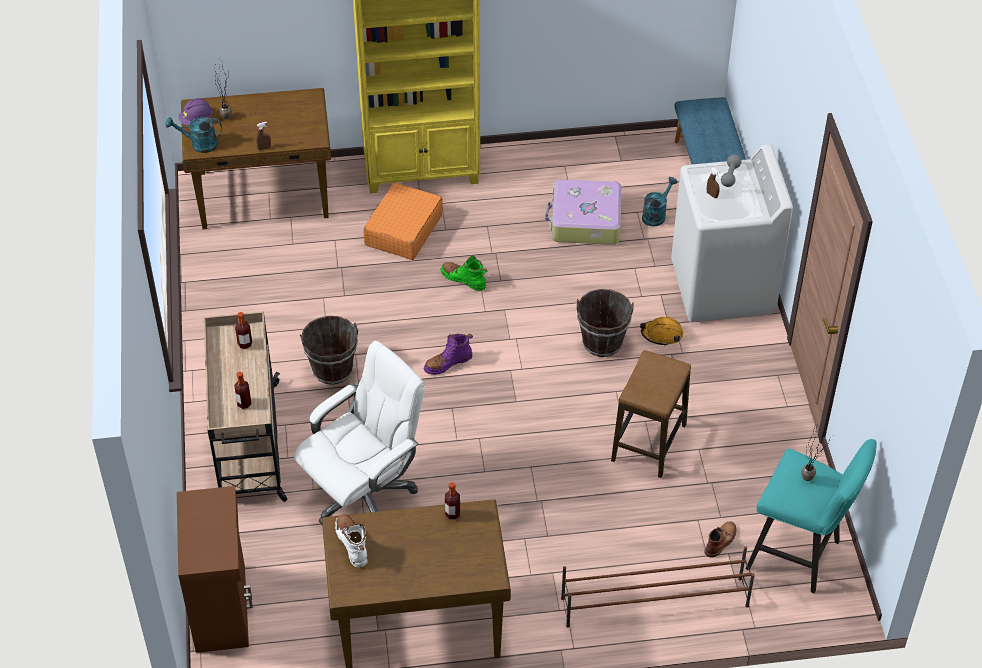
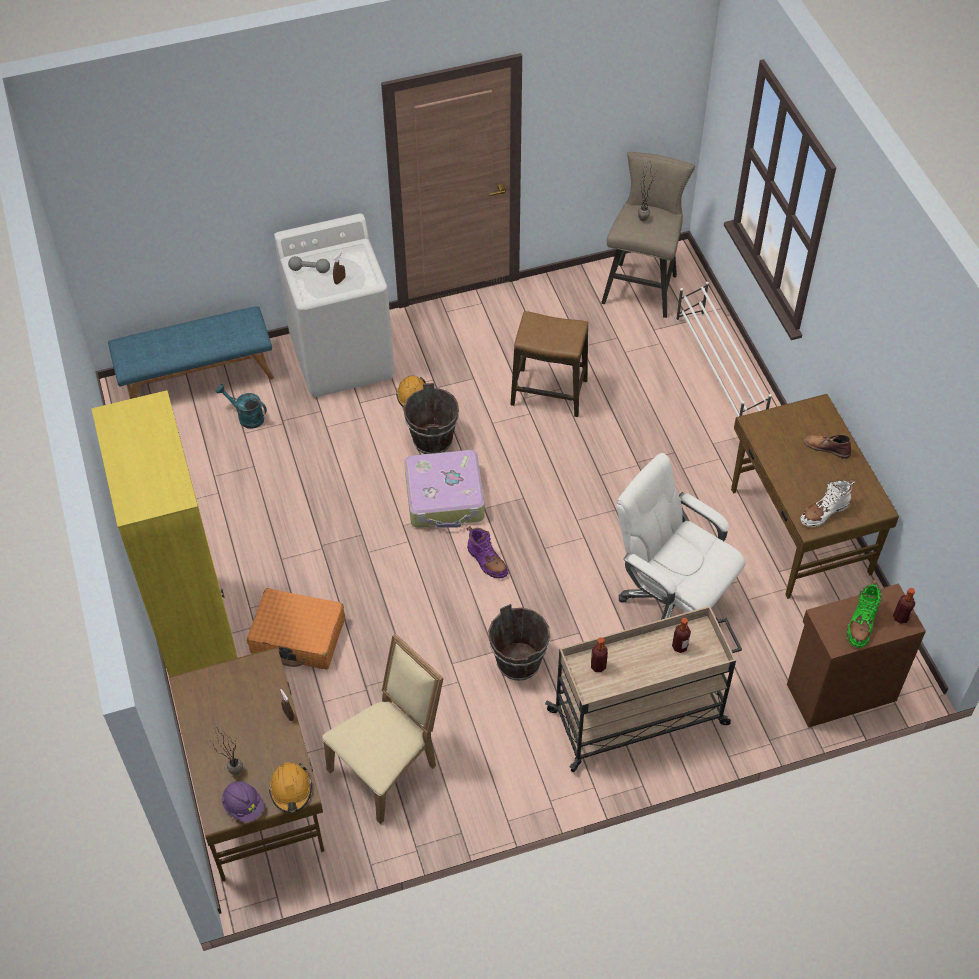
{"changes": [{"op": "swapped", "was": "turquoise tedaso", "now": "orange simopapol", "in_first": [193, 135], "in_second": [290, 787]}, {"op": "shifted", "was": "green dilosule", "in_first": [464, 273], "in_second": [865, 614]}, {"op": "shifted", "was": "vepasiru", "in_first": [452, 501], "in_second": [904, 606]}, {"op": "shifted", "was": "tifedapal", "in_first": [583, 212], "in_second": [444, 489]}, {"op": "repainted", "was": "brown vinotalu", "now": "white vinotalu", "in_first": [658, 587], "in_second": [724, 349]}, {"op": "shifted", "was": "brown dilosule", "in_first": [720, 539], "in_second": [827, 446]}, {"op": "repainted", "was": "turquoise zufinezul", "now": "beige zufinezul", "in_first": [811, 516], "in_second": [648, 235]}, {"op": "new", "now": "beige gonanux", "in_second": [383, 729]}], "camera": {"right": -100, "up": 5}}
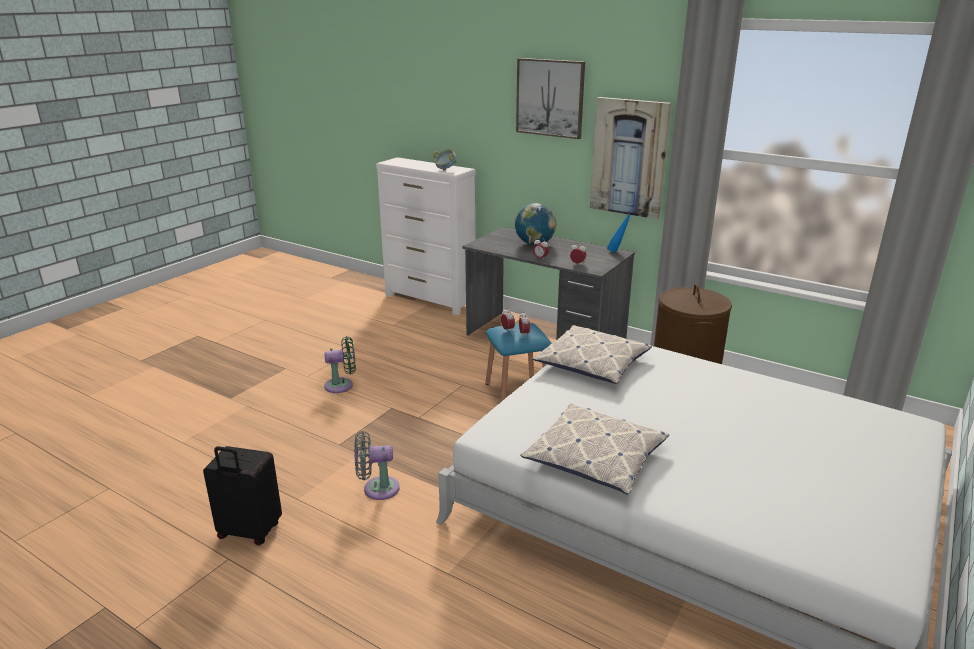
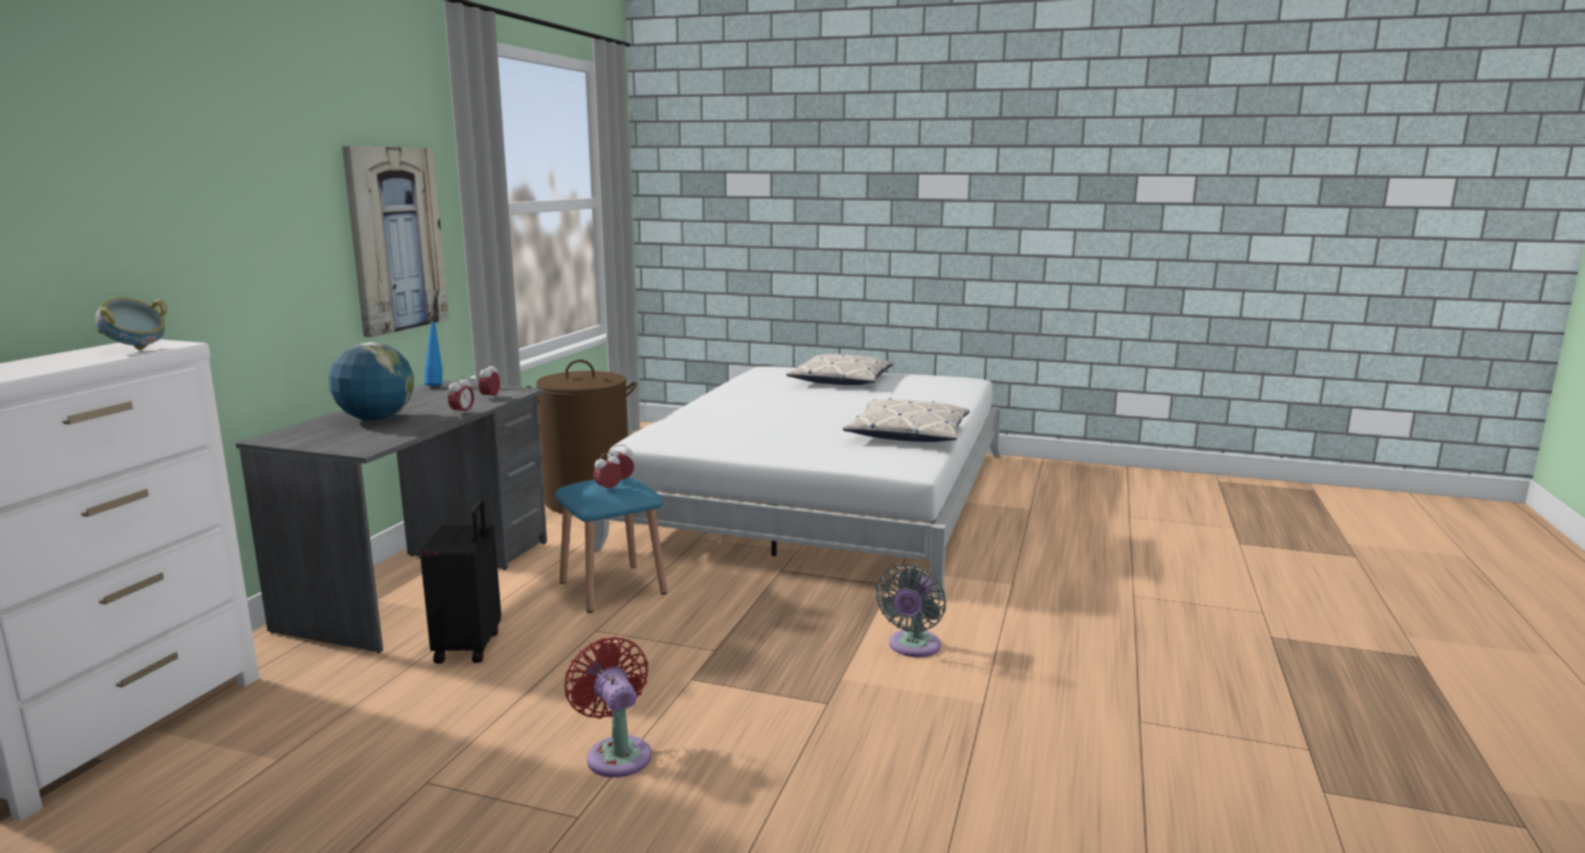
{"changes": [{"op": "shifted", "was": "black tifedapal", "in_first": [242, 495], "in_second": [460, 581]}, {"op": "repainted", "was": "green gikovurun", "now": "red gikovurun", "in_first": [340, 364], "in_second": [608, 707]}, {"op": "rotated", "was": "grey gikovurun", "in_first": [377, 465], "in_second": [911, 610], "clockwise": 45}, {"op": "gone", "was": "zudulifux", "in_first": [550, 98]}, {"op": "shifted", "was": "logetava", "in_first": [592, 354], "in_second": [840, 369]}], "camera": {"right": -105, "up": -10}}
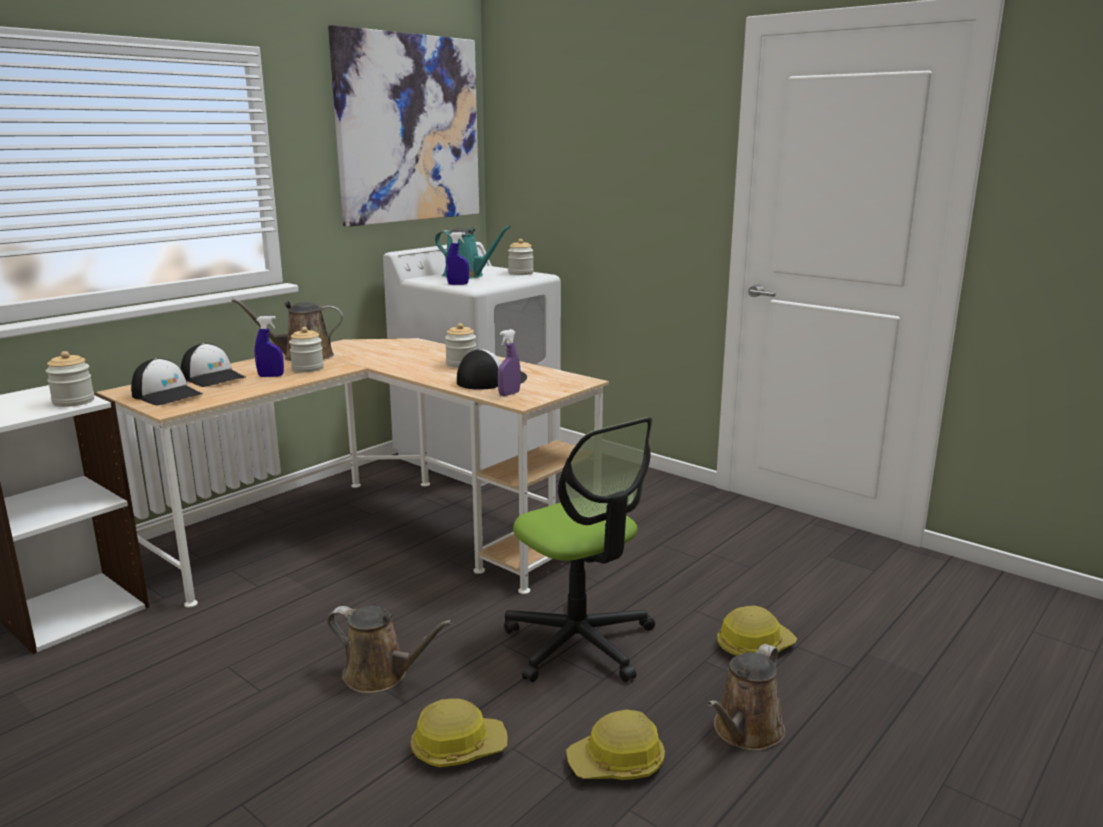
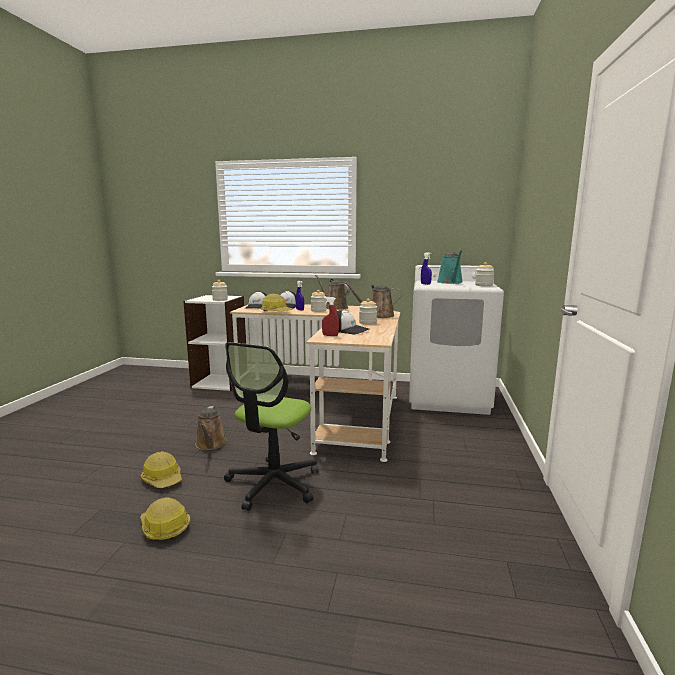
{"changes": [{"op": "gone", "was": "zudulifux", "in_first": [403, 126]}, {"op": "repainted", "was": "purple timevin", "now": "red timevin", "in_first": [509, 362], "in_second": [330, 316]}, {"op": "shifted", "was": "brown tedaso", "in_first": [746, 697], "in_second": [372, 300]}, {"op": "shifted", "was": "simopapol", "in_first": [757, 631], "in_second": [276, 302]}], "camera": {"right": 60, "up": -5}}
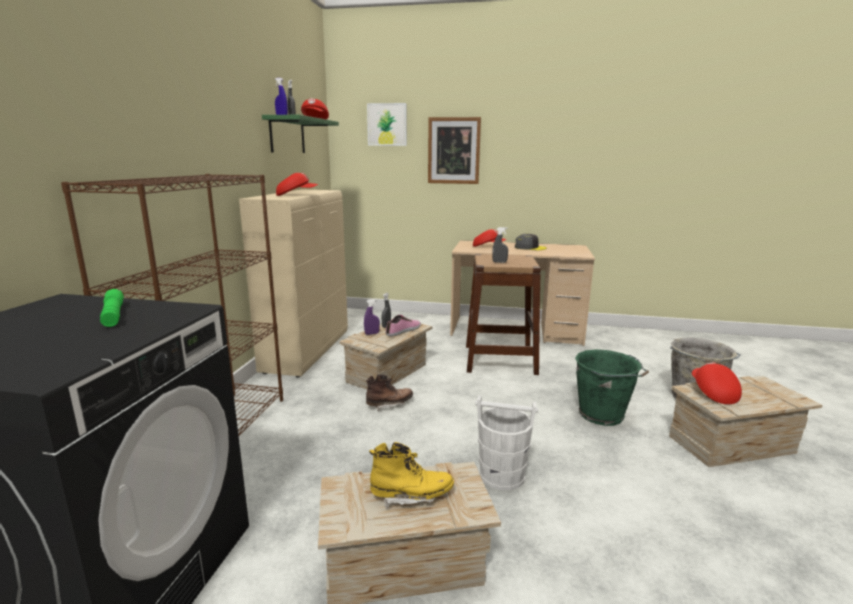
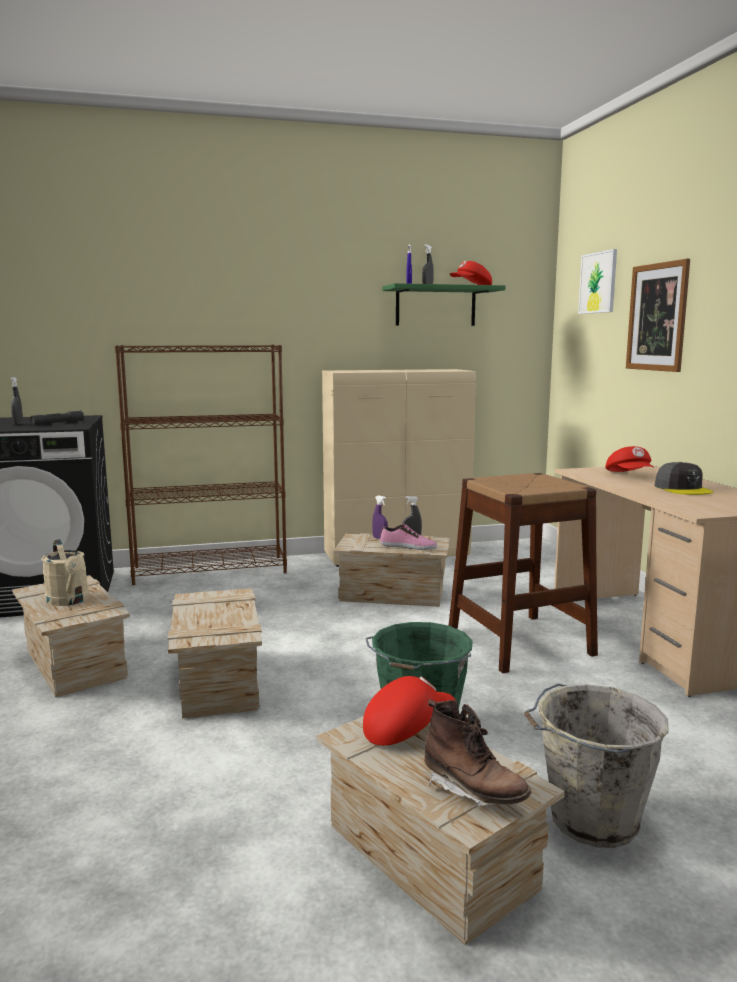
{"changes": [{"op": "repainted", "was": "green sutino", "now": "grey sutino", "in_first": [112, 308], "in_second": [57, 418]}, {"op": "gone", "was": "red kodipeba", "in_first": [297, 184]}, {"op": "shifted", "was": "brown dilosule", "in_first": [389, 393], "in_second": [477, 753]}, {"op": "swapped", "was": "yellow dilosule", "now": "beige tedaso", "in_first": [411, 475], "in_second": [65, 572]}, {"op": "swapped", "was": "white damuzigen", "now": "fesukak", "in_first": [506, 442], "in_second": [215, 653]}, {"op": "shifted", "was": "grey timevin", "in_first": [500, 245], "in_second": [16, 401]}], "camera": {"right": 65, "up": -5}}
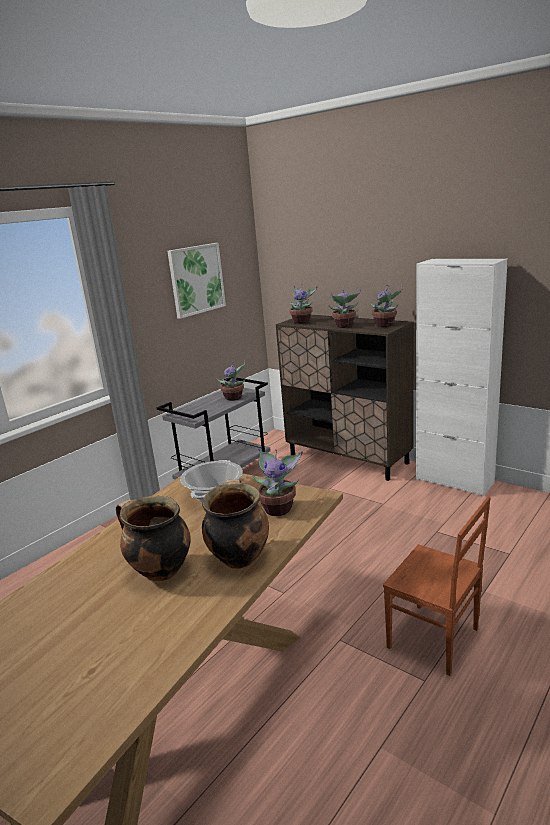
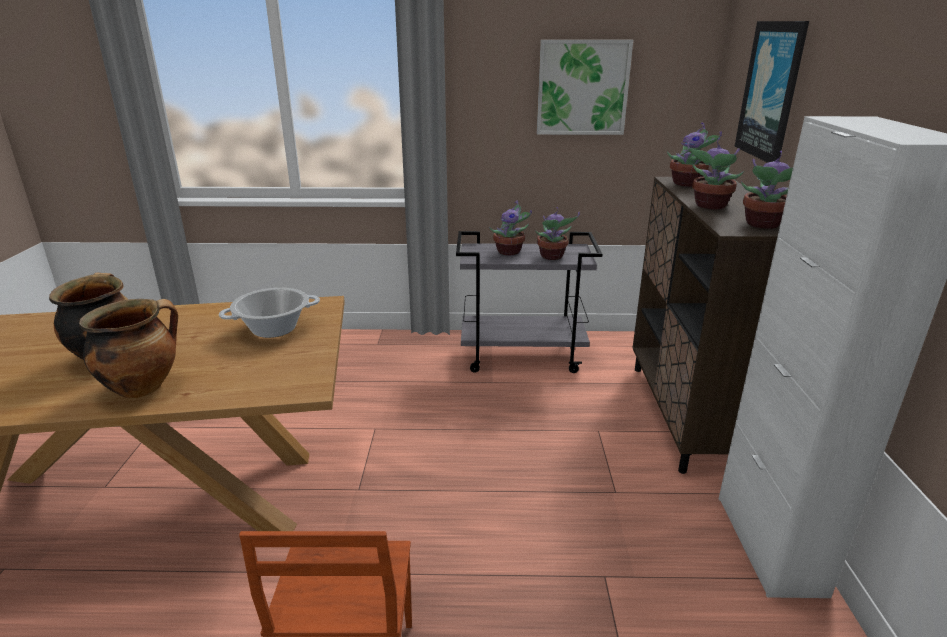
{"changes": [{"op": "shifted", "was": "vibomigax", "in_first": [277, 482], "in_second": [510, 227]}, {"op": "new", "now": "zudulifux", "in_second": [772, 92]}], "camera": {"right": 50, "up": 5}}
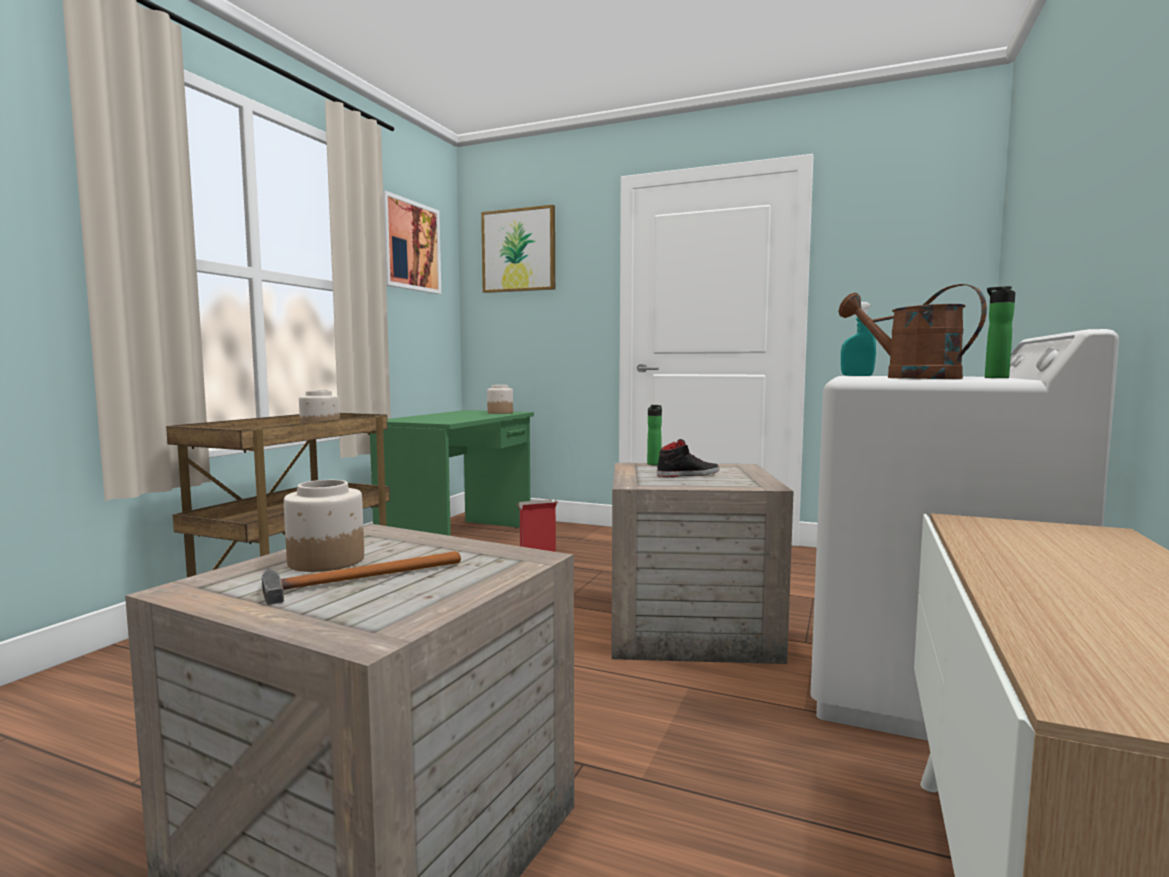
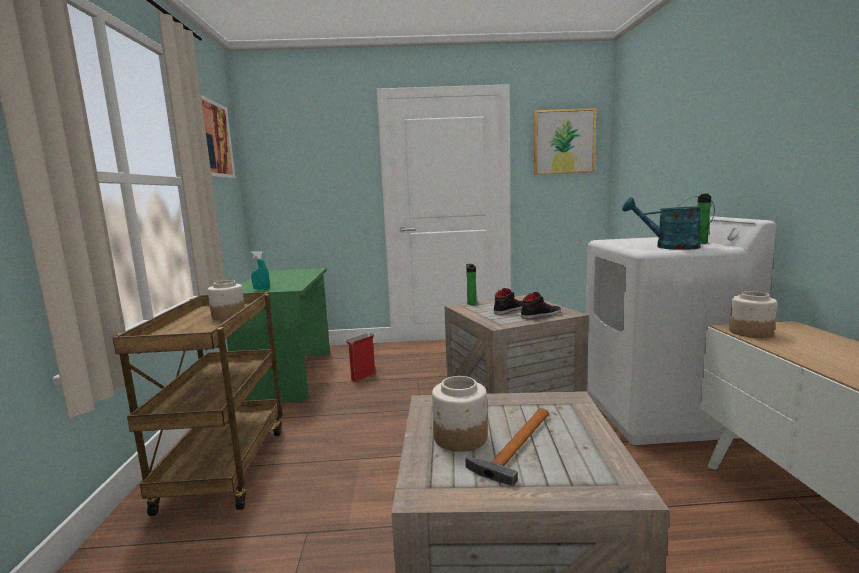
{"changes": [{"op": "shifted", "was": "zudulifux", "in_first": [518, 249], "in_second": [565, 141]}, {"op": "shifted", "was": "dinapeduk", "in_first": [500, 399], "in_second": [753, 314]}, {"op": "repainted", "was": "brown tedaso", "now": "turquoise tedaso", "in_first": [912, 331], "in_second": [668, 223]}, {"op": "shifted", "was": "turquoise timevin", "in_first": [858, 339], "in_second": [260, 270]}, {"op": "new", "now": "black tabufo", "in_second": [541, 305]}], "camera": {"right": -25, "up": 5}}
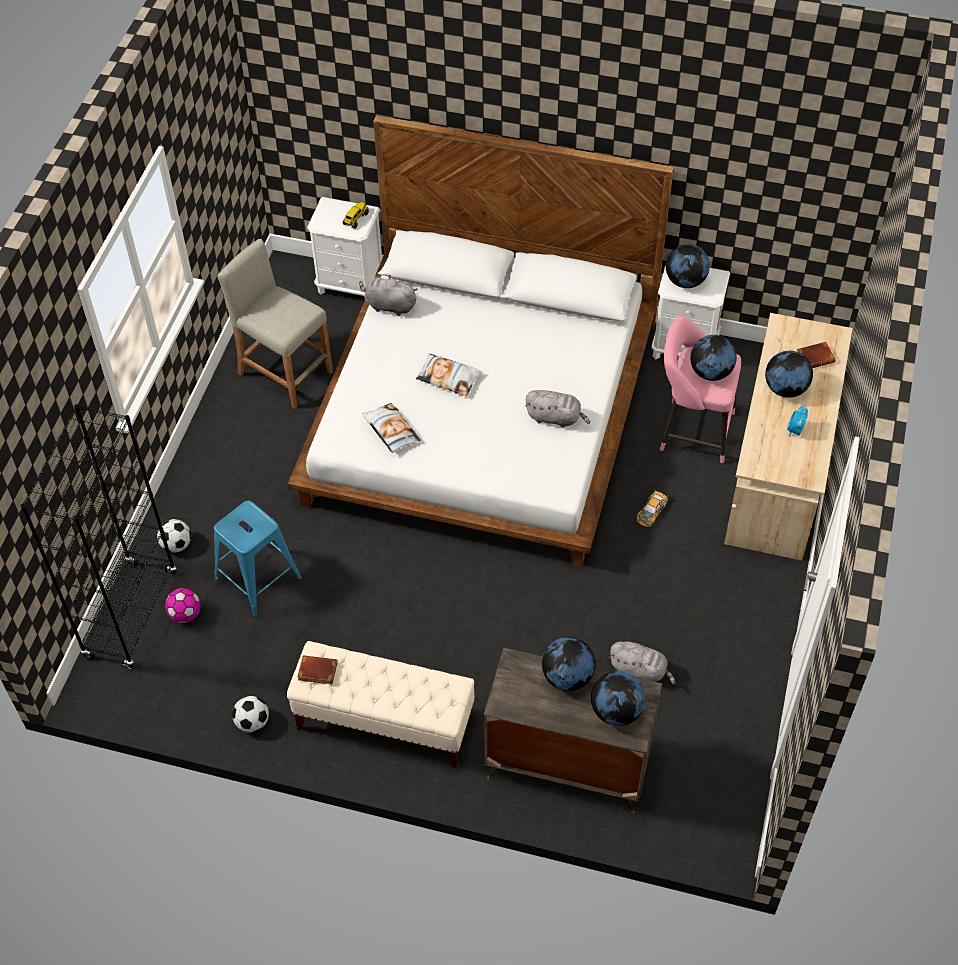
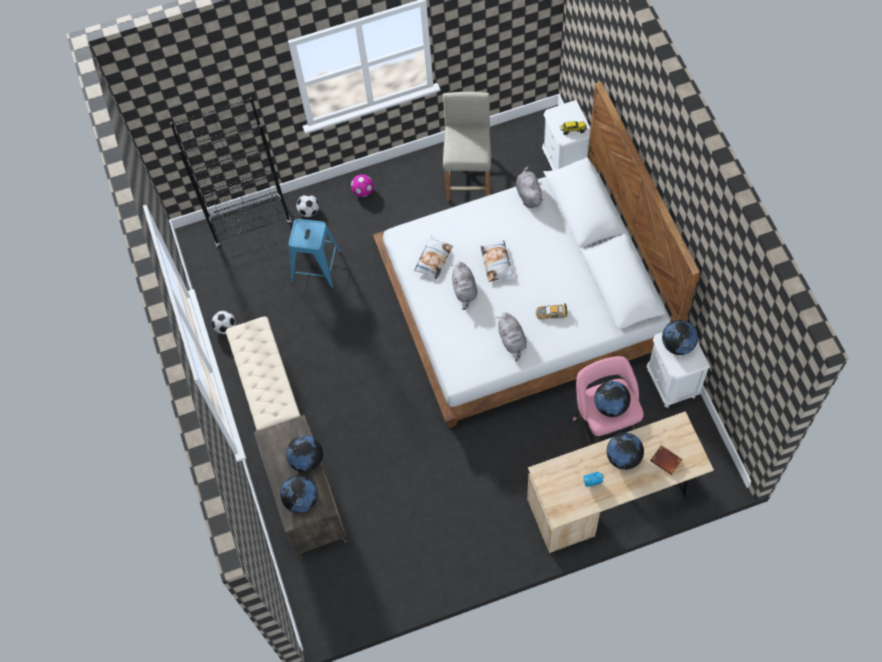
{"changes": [{"op": "shifted", "was": "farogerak", "in_first": [182, 605], "in_second": [362, 185]}, {"op": "gone", "was": "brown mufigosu", "in_first": [317, 669]}, {"op": "shifted", "was": "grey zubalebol", "in_first": [642, 662], "in_second": [464, 286]}, {"op": "shifted", "was": "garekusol", "in_first": [652, 508], "in_second": [552, 311]}], "camera": {"right": 60, "up": 10}}
